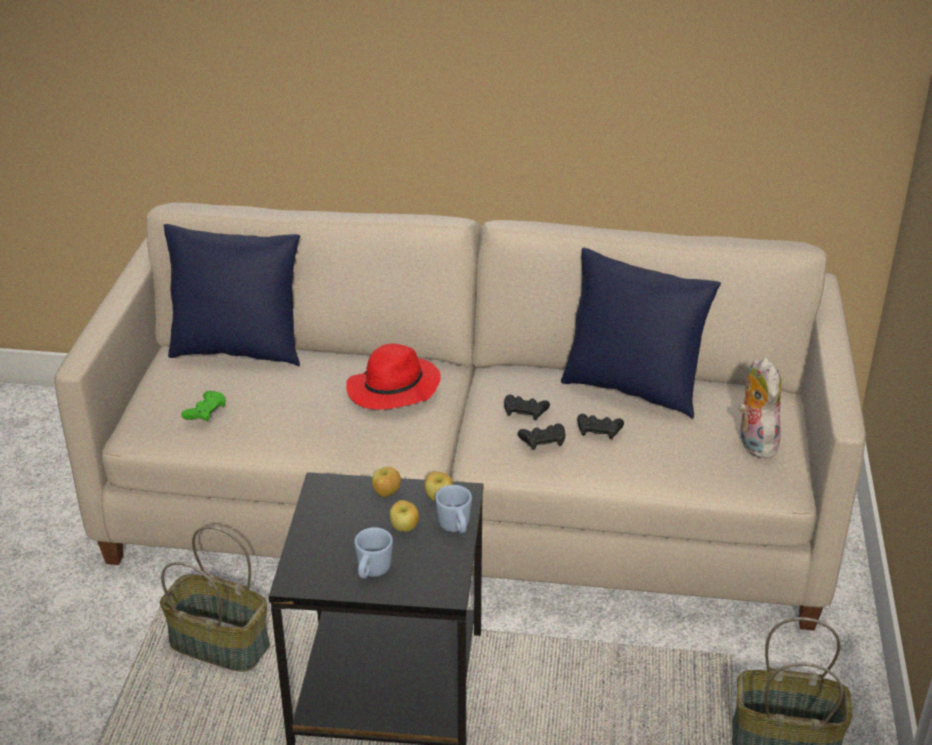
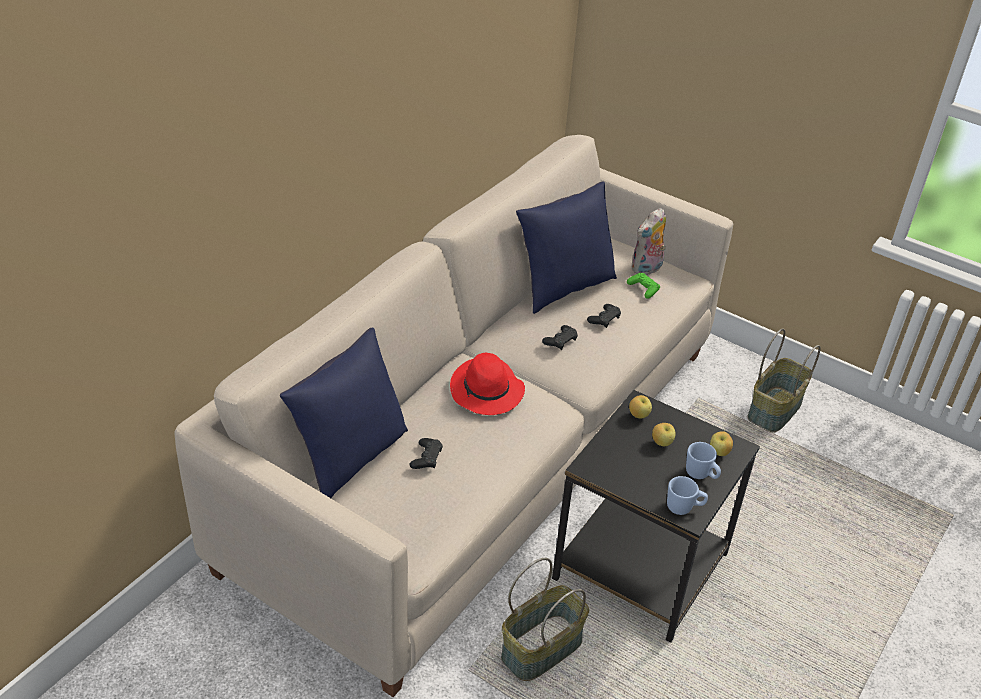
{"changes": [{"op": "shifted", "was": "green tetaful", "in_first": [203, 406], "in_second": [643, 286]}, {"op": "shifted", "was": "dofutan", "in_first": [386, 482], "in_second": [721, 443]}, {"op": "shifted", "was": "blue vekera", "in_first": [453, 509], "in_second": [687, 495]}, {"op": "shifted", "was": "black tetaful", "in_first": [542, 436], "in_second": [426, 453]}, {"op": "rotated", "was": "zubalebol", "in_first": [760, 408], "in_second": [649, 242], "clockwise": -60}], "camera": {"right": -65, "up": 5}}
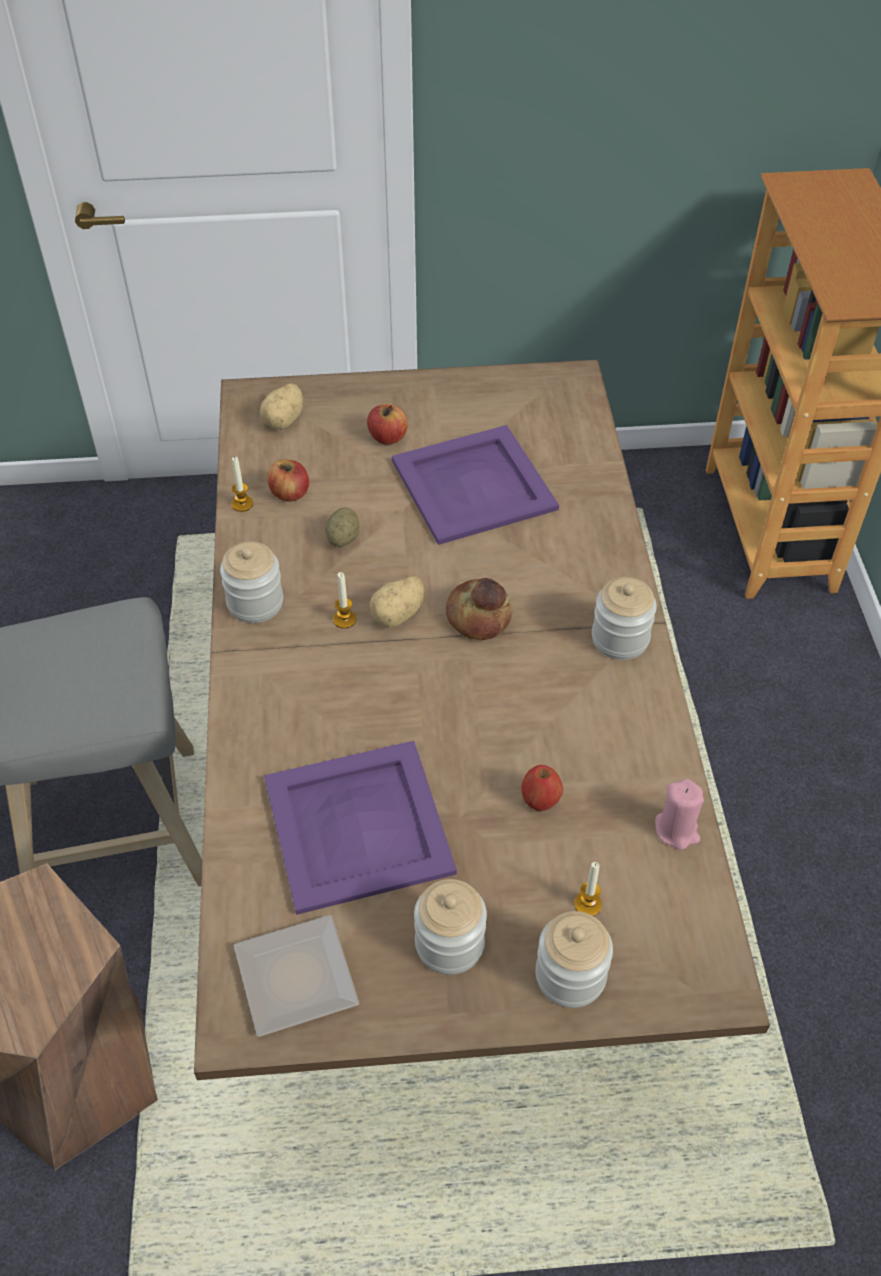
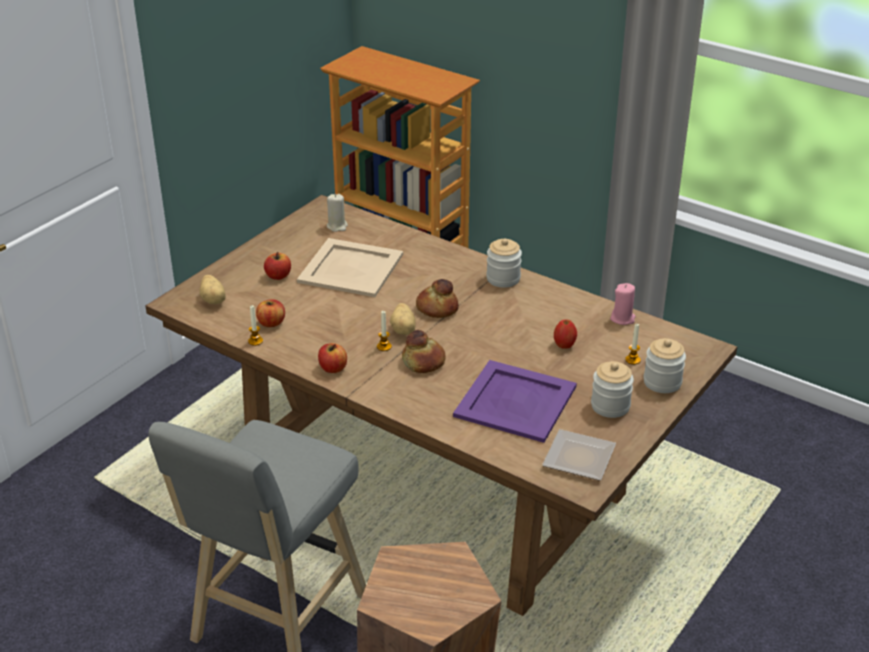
{"changes": [{"op": "swapped", "was": "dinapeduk", "now": "dofutan", "in_first": [251, 582], "in_second": [332, 358]}, {"op": "gone", "was": "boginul", "in_first": [342, 527]}, {"op": "repainted", "was": "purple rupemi", "now": "beige rupemi", "in_first": [475, 485], "in_second": [350, 267]}, {"op": "new", "now": "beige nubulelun", "in_second": [337, 213]}, {"op": "new", "now": "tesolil", "in_second": [424, 351]}], "camera": {"right": -50, "up": -15}}
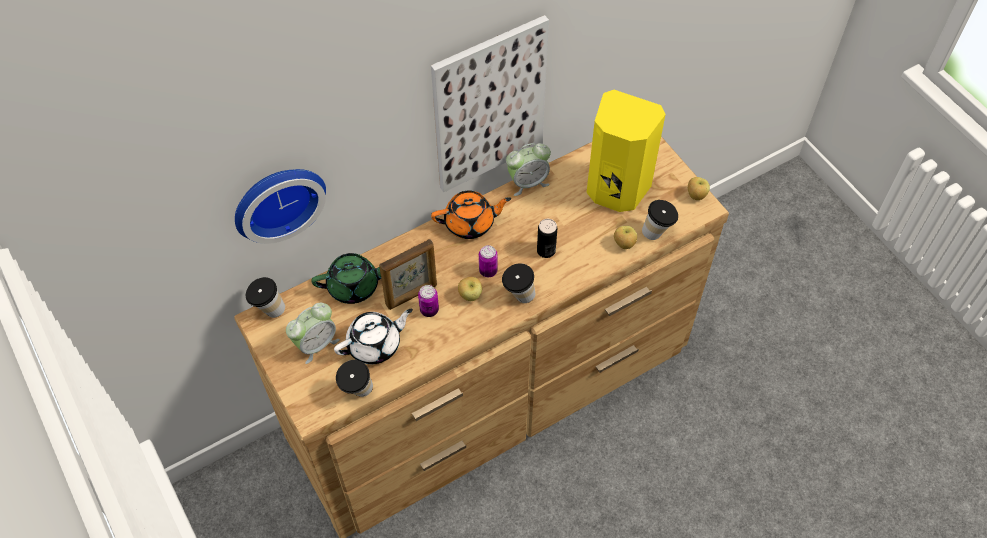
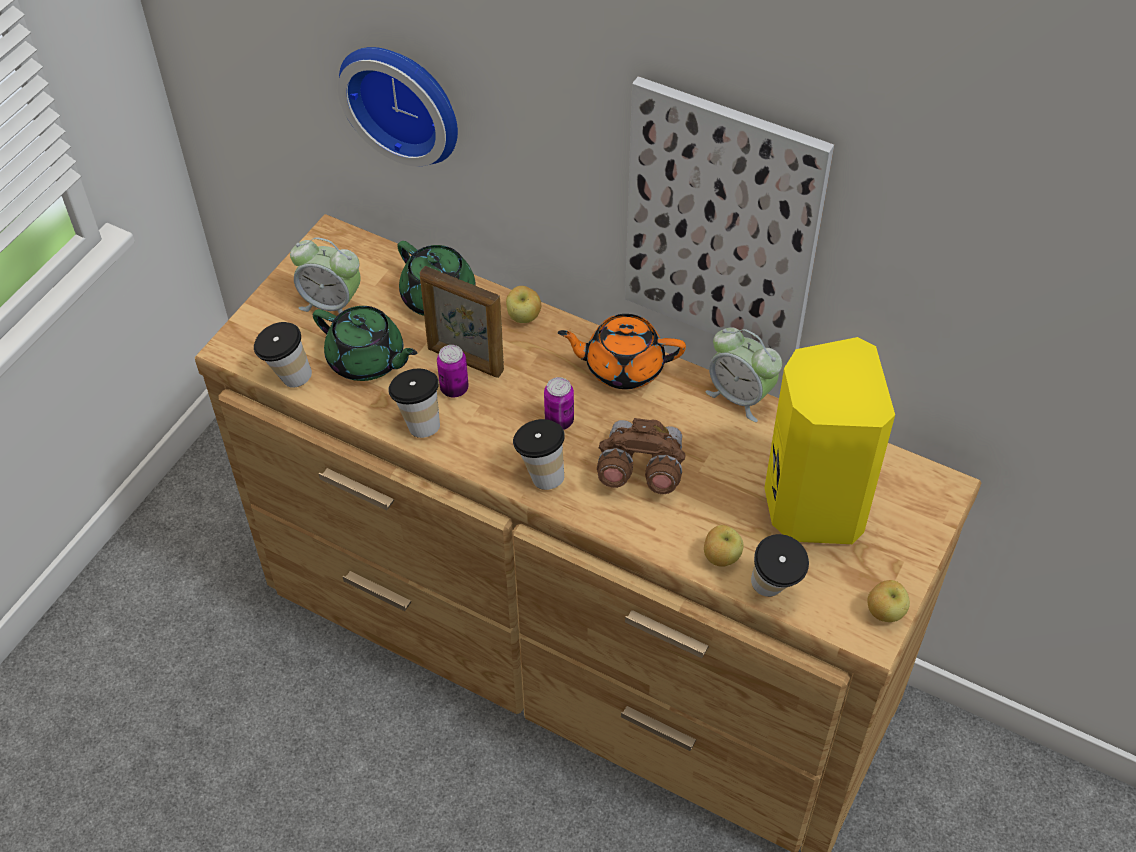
{"changes": [{"op": "shifted", "was": "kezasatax", "in_first": [265, 297], "in_second": [414, 403]}, {"op": "repainted", "was": "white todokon", "now": "green todokon", "in_first": [373, 336], "in_second": [365, 343]}, {"op": "rotated", "was": "orange todokon", "in_first": [471, 214], "in_second": [622, 351], "clockwise": 135}, {"op": "shifted", "was": "dofutan", "in_first": [470, 289], "in_second": [523, 304]}, {"op": "swapped", "was": "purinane", "now": "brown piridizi", "in_first": [547, 238], "in_second": [641, 456]}], "camera": {"right": 60, "up": -5}}
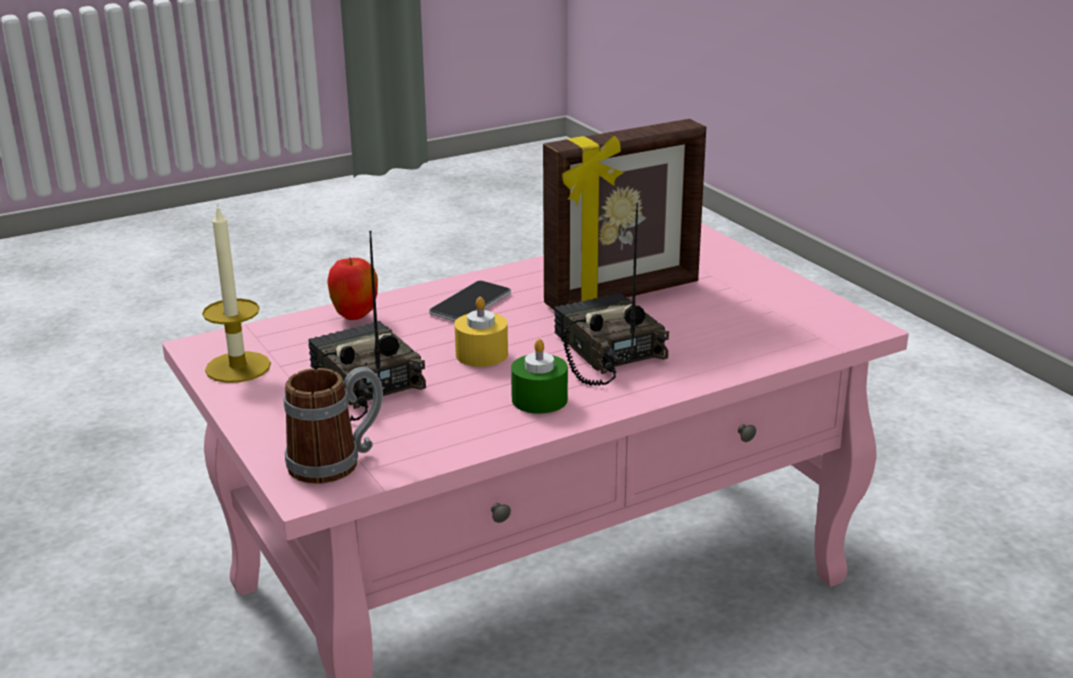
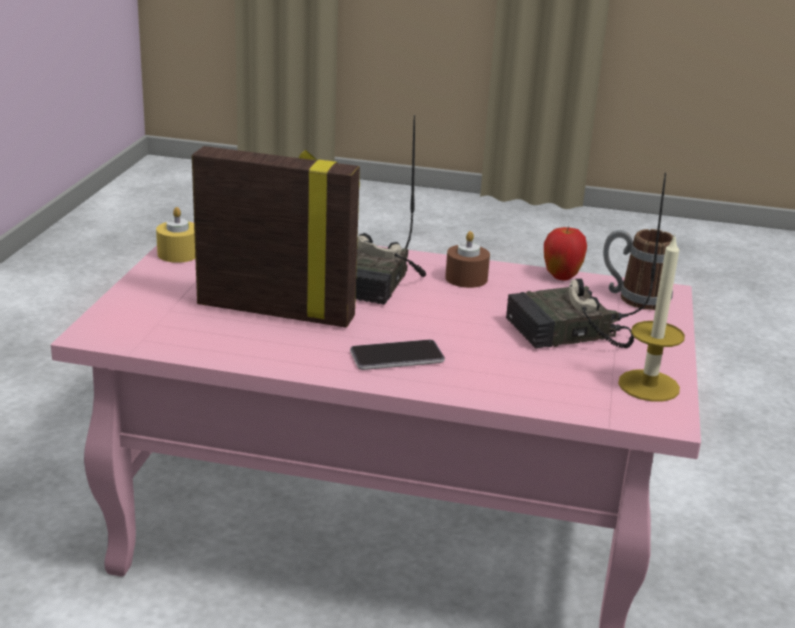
{"changes": [{"op": "rotated", "was": "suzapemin", "in_first": [367, 326], "in_second": [586, 261], "clockwise": 60}, {"op": "shifted", "was": "dofutan", "in_first": [352, 288], "in_second": [565, 253]}, {"op": "shifted", "was": "yellow nubulelun", "in_first": [481, 332], "in_second": [175, 235]}, {"op": "repainted", "was": "green nubulelun", "now": "brown nubulelun", "in_first": [539, 376], "in_second": [467, 259]}], "camera": {"right": -140, "up": 0}}
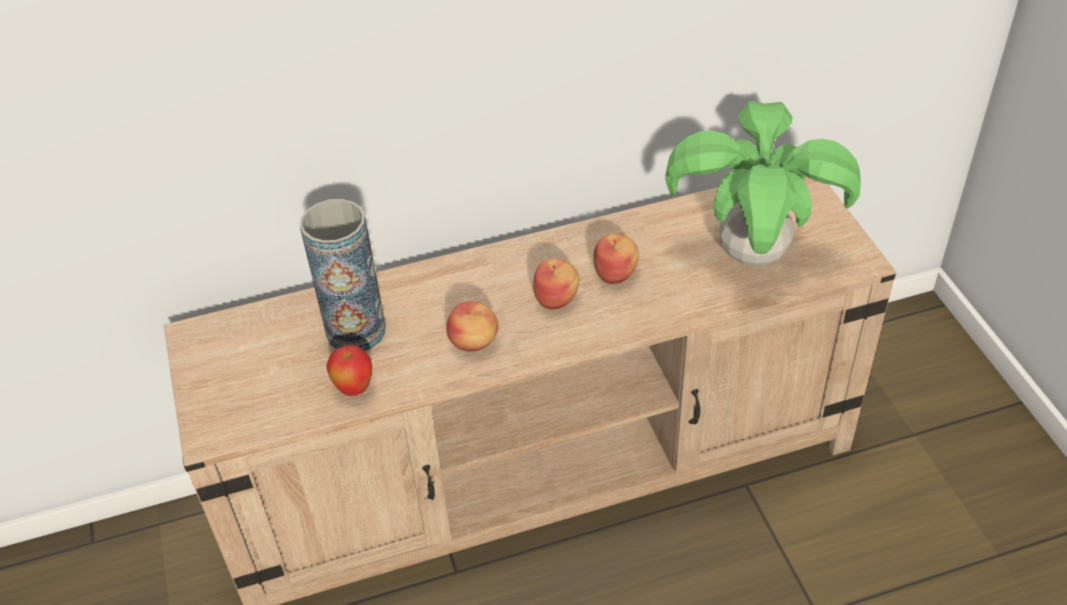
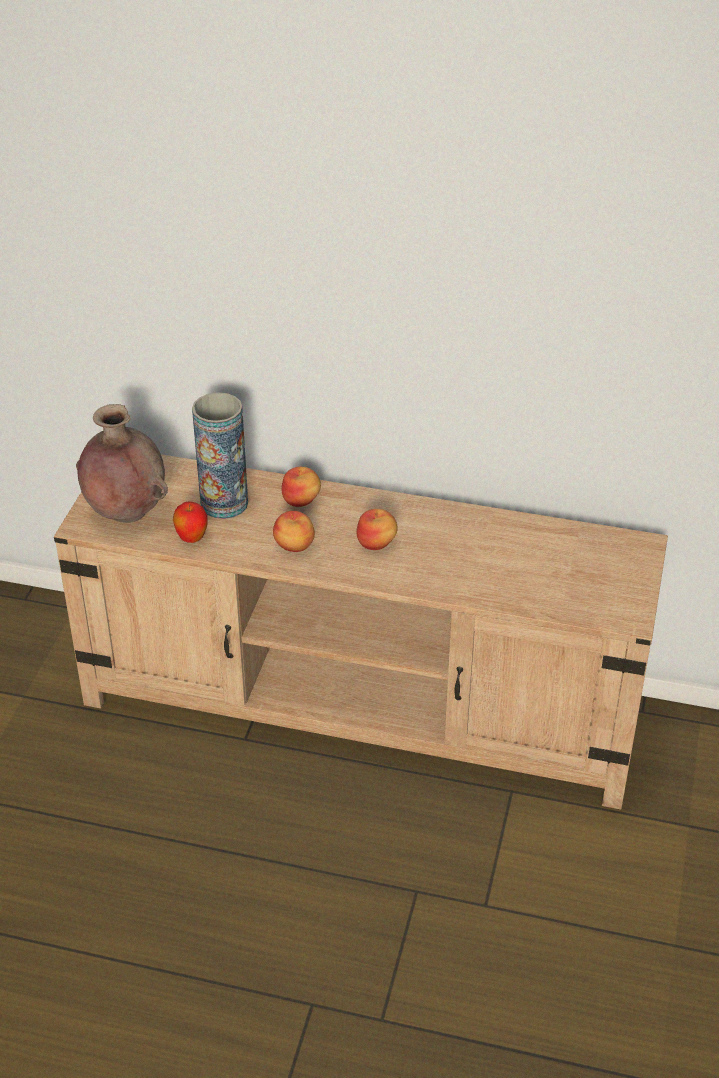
{"changes": [{"op": "shifted", "was": "dofutan", "in_first": [616, 258], "in_second": [301, 487]}, {"op": "gone", "was": "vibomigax", "in_first": [763, 183]}, {"op": "new", "now": "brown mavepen", "in_second": [122, 463]}], "camera": {"right": 30, "up": -5}}
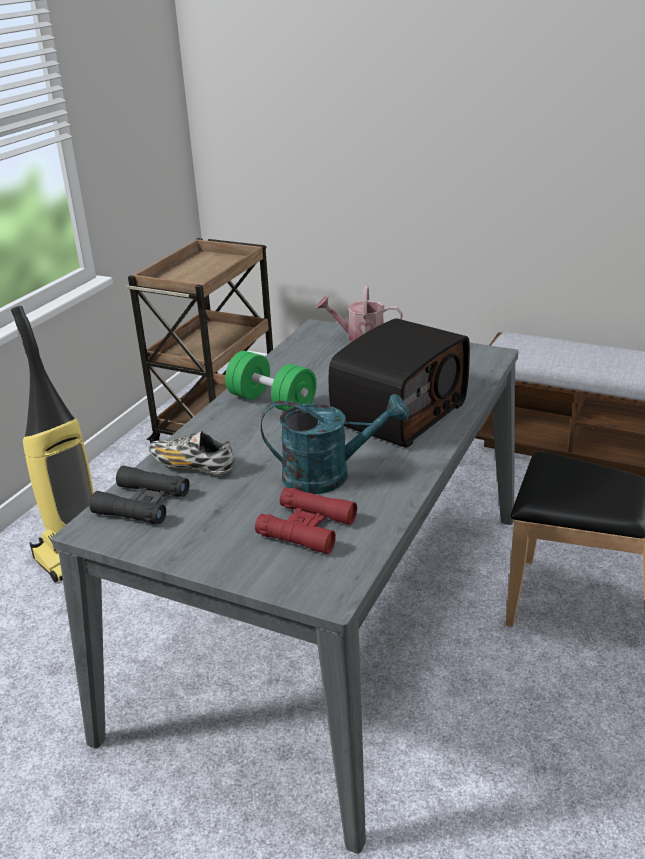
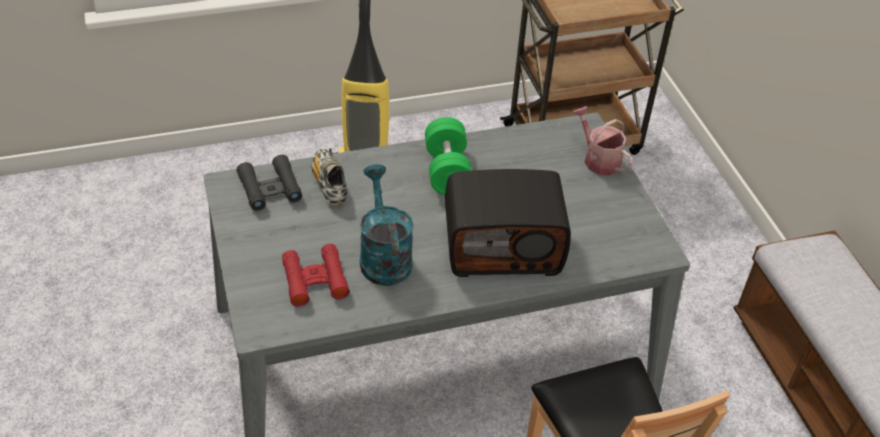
{"changes": [{"op": "rotated", "was": "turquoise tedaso", "in_first": [335, 444], "in_second": [387, 225], "clockwise": -150}], "camera": {"right": 45, "up": 15}}
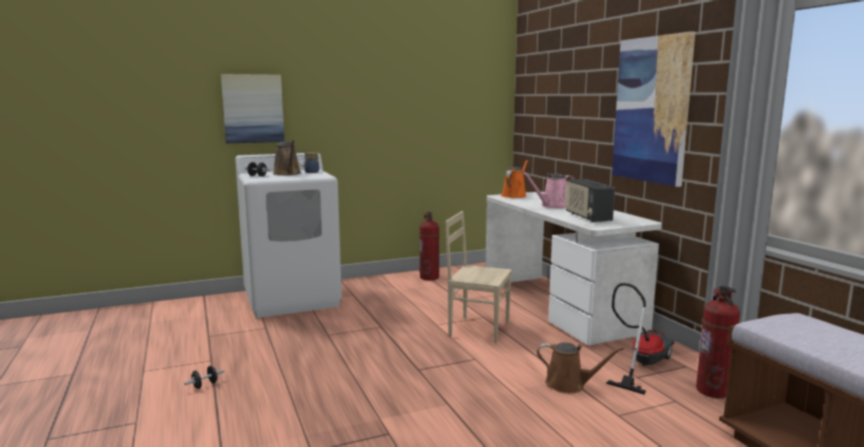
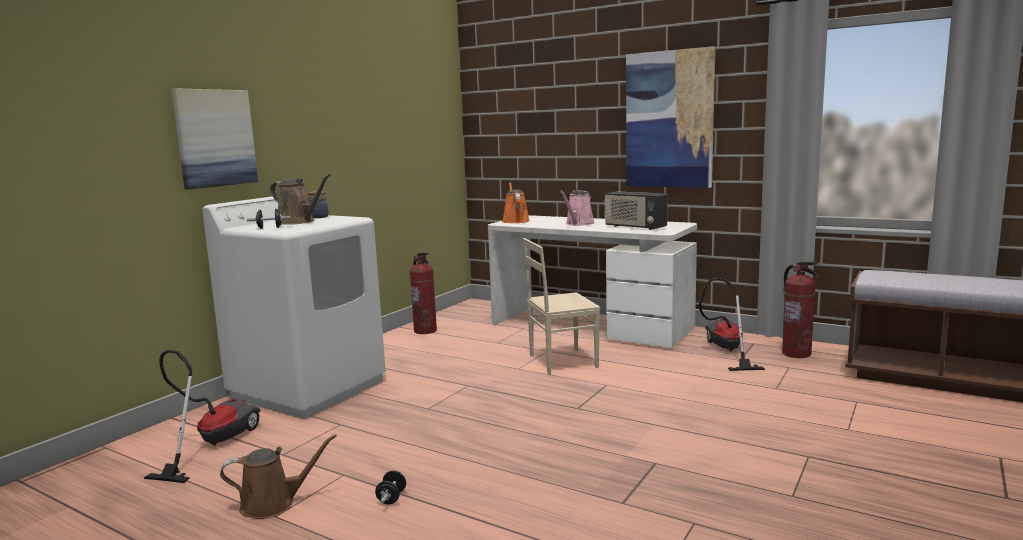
{"changes": [{"op": "shifted", "was": "brown tedaso", "in_first": [580, 368], "in_second": [278, 476]}, {"op": "new", "now": "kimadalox", "in_second": [202, 416]}], "camera": {"right": -35, "up": 0}}
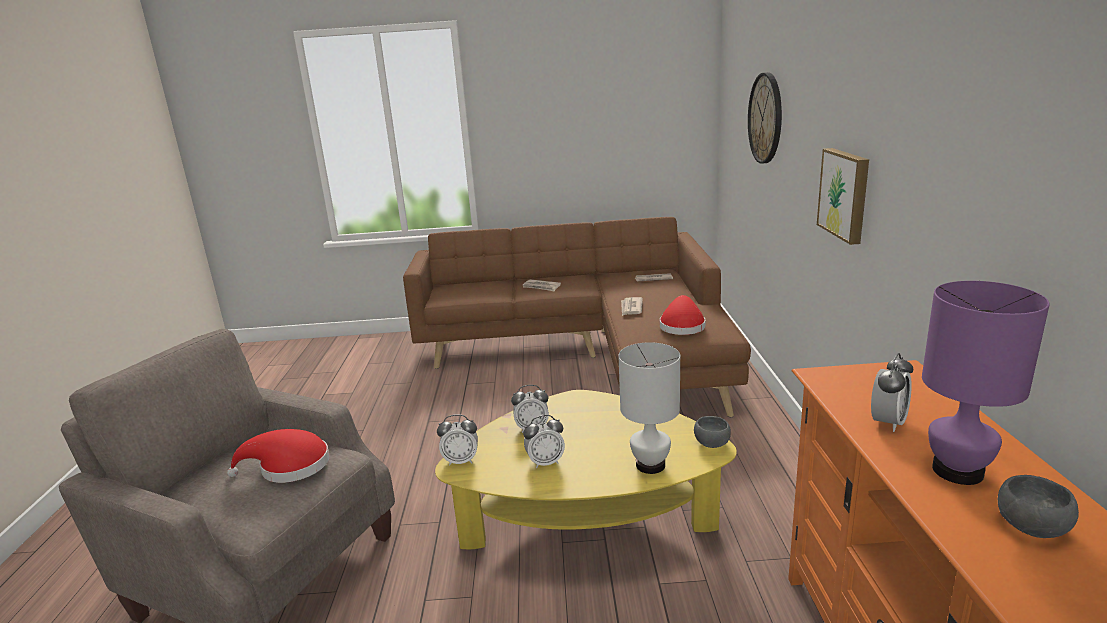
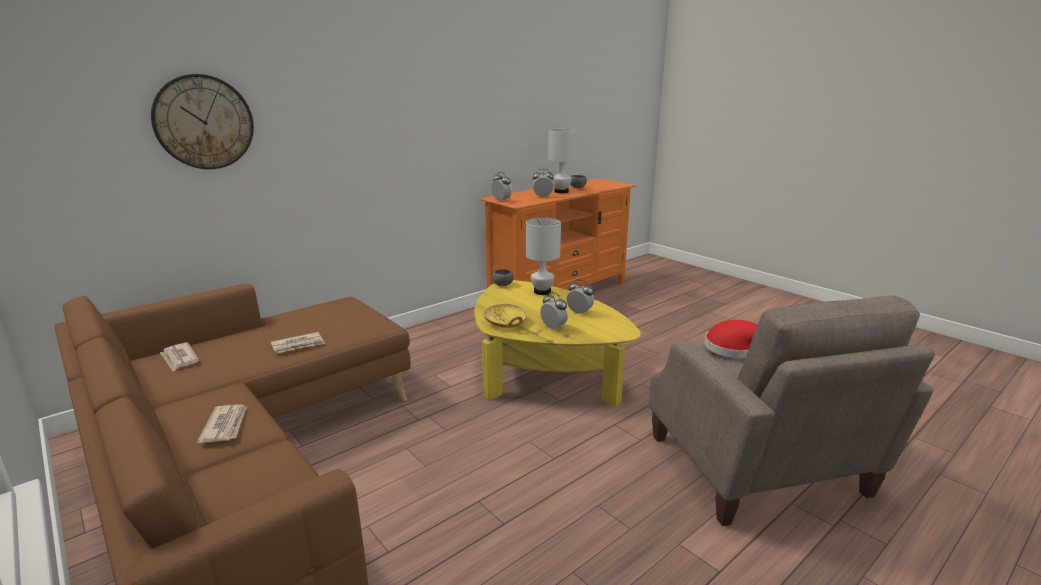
{"changes": [{"op": "shifted", "was": "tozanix", "in_first": [457, 440], "in_second": [502, 186]}, {"op": "gone", "was": "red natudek", "in_first": [682, 315]}, {"op": "gone", "was": "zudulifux", "in_first": [843, 196]}, {"op": "repainted", "was": "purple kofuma", "now": "white kofuma", "in_first": [986, 383], "in_second": [563, 161]}, {"op": "new", "now": "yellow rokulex", "in_second": [505, 316]}], "camera": {"right": -130, "up": 0}}
